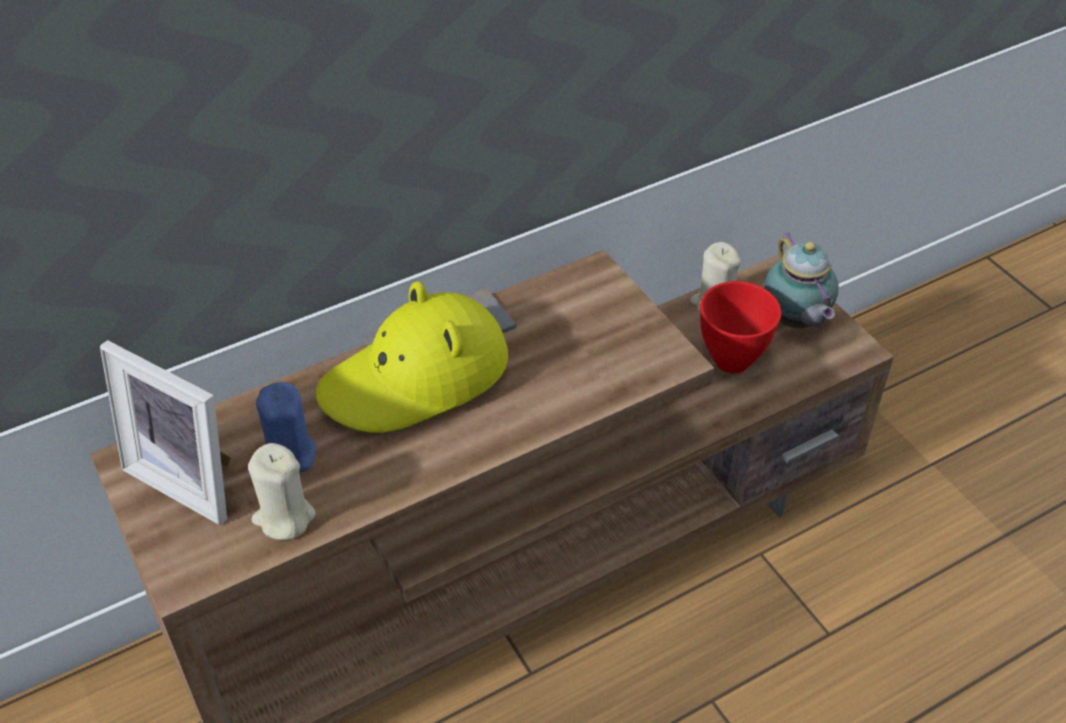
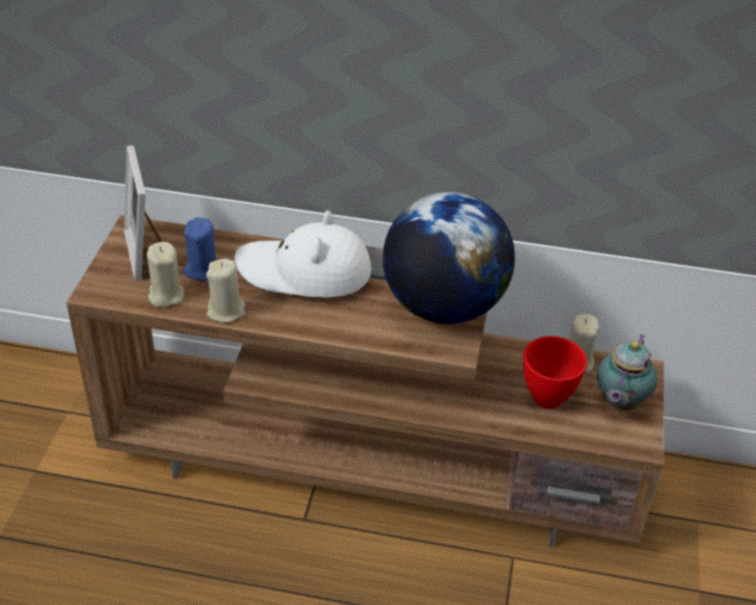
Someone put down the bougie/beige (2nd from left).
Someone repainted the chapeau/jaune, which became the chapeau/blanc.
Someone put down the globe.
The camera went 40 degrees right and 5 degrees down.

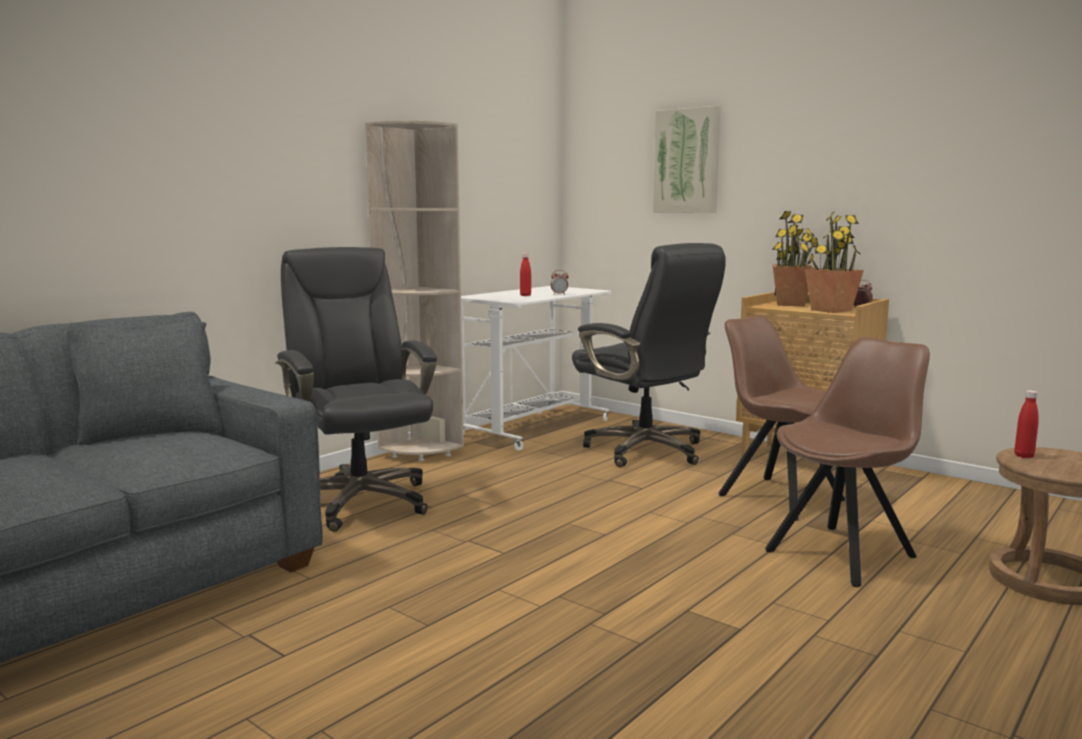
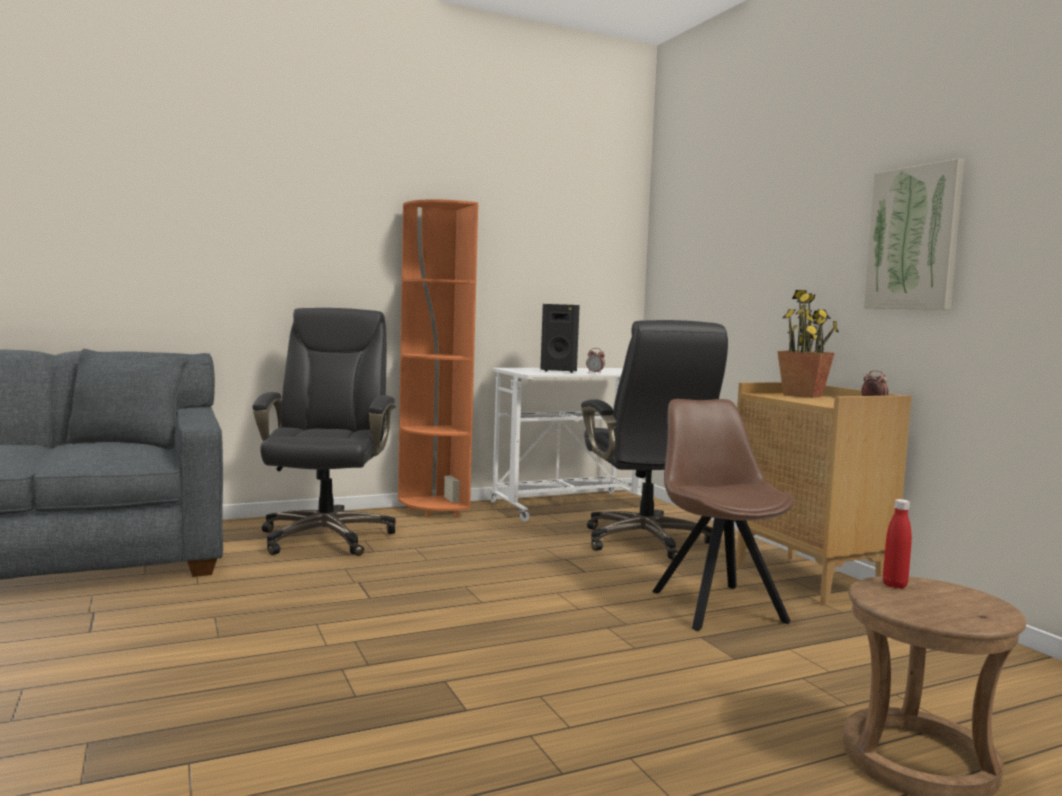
Someone repainted the bibliothèque/beige, which became the bibliothèque/orange.
Someone swapped the bouteille/rouge (1st from left) for the enceinte/noir.
Someone carried the tableau.
Someone took away the chaise/marron (2nd from left).
Someone took away the plante en pot (2nd from left).
The camera went 25 degrees right and 5 degrees down.

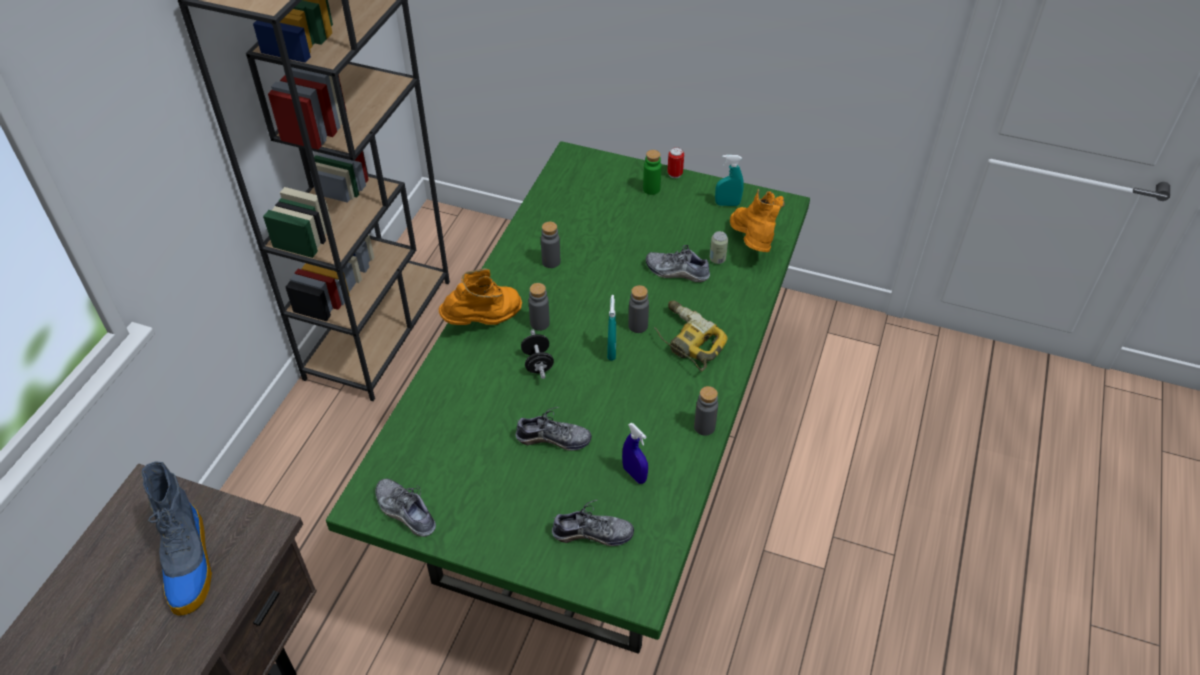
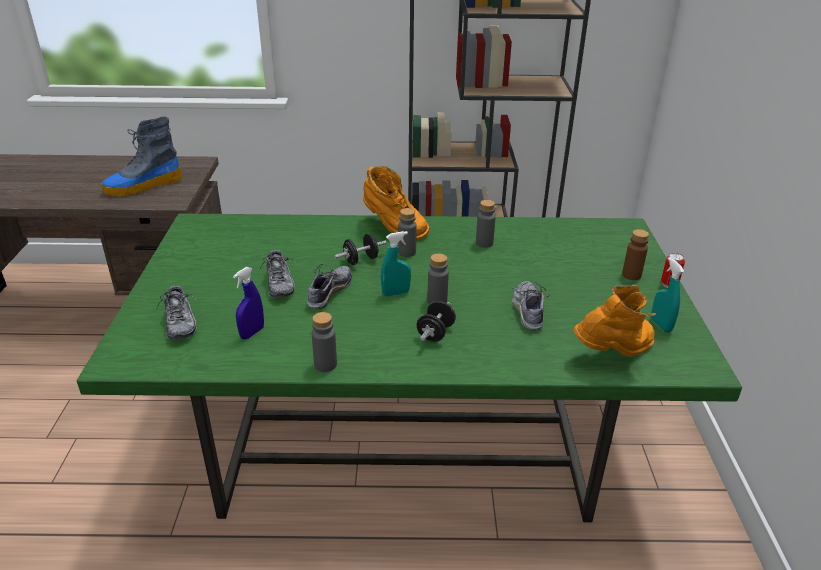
Someone carried the chaussure (1st from left in the first image).
Someone swapped the perceuse for the haltère/noir (2nd from left).
Someone repainted the bouteille/vert, which became the bouteille/marron.
Someone took away the boîte métallique (2nd from left).
The camera went 70 degrees right and 15 degrees down.

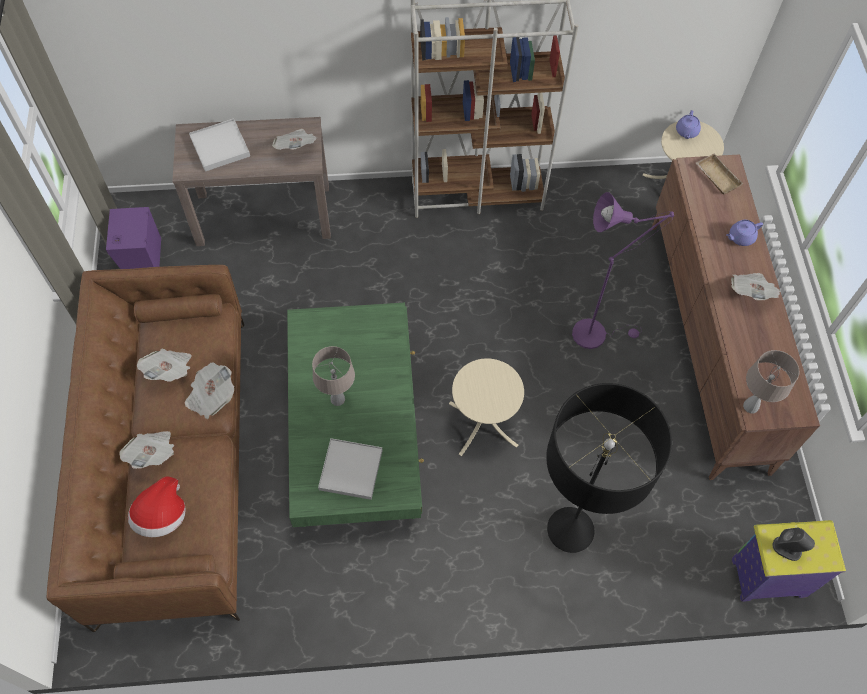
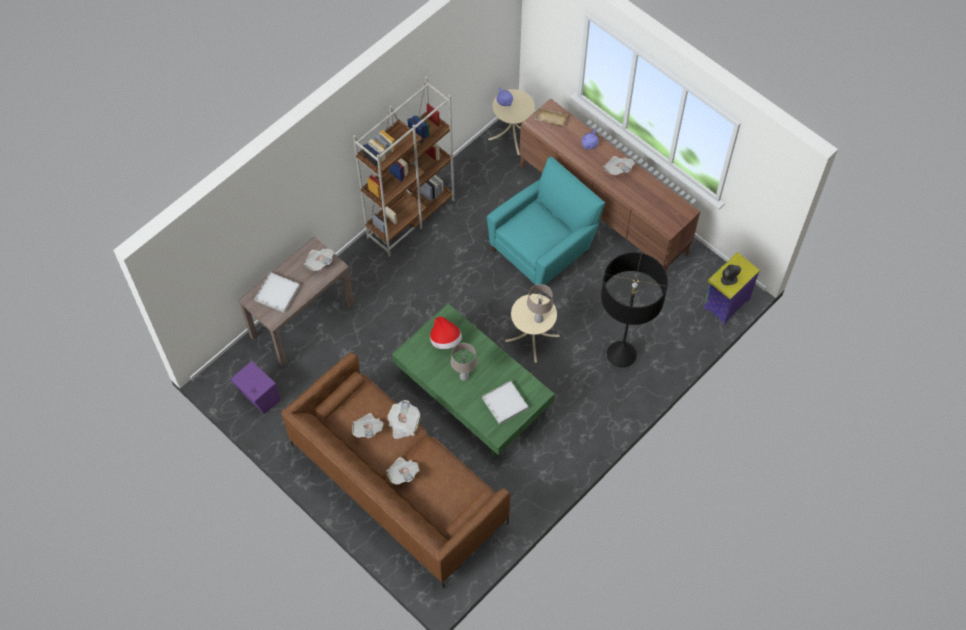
Someone carried the chapeau.
Someone swapped the lampadaire/violet for the fauteuil/turquoise.
Someone carried the lampe de table/beige (2nd from left).
The camera went 40 degrees left and 0 degrees up.

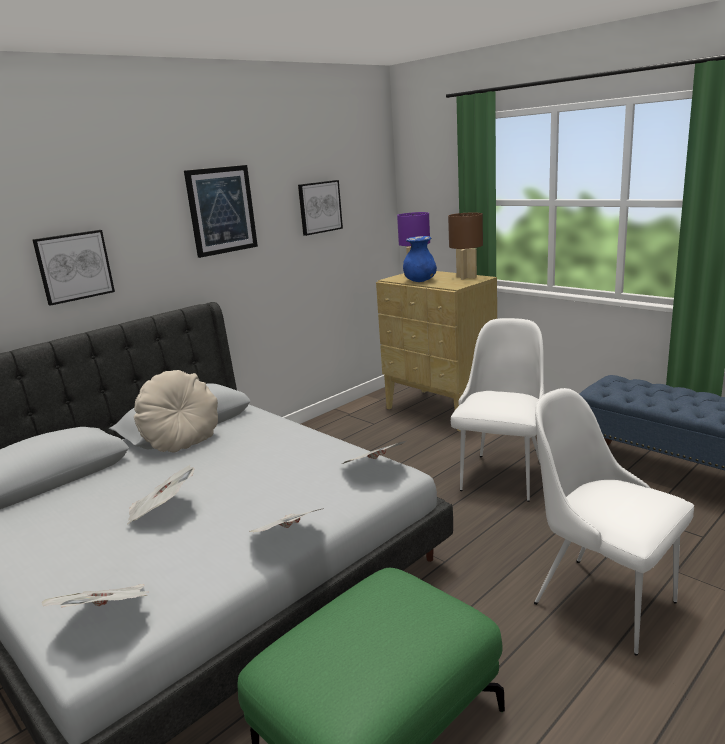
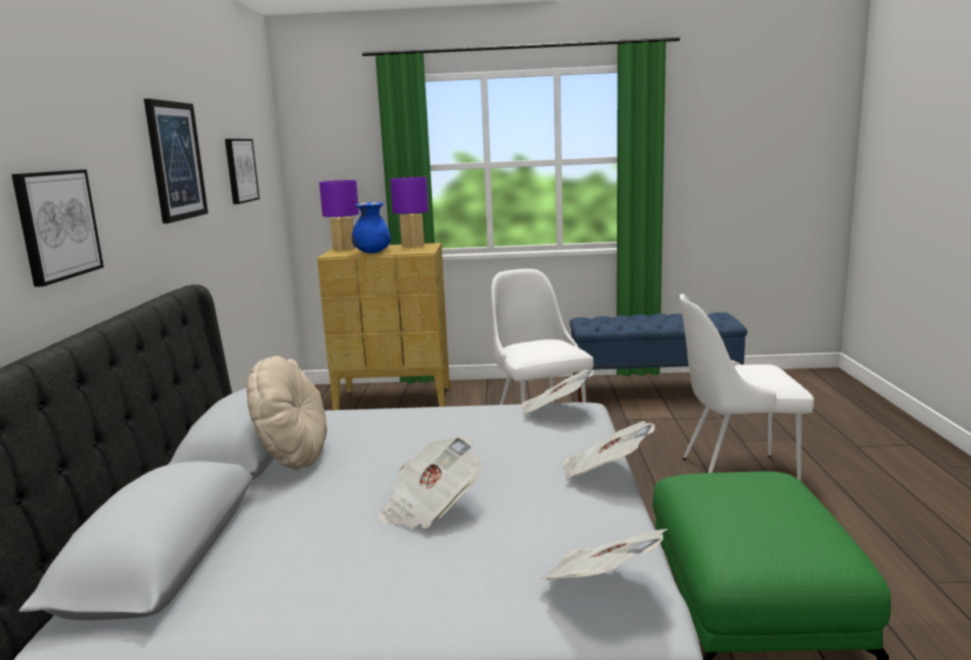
Someone repainted the lampe de table/marron, which became the lampe de table/violet (2nd from left).
The camera went 45 degrees left and 5 degrees down.

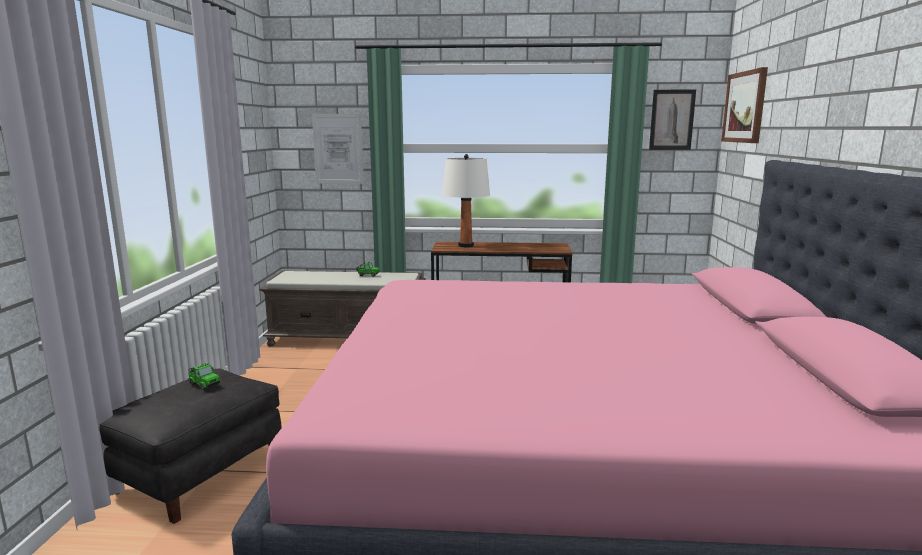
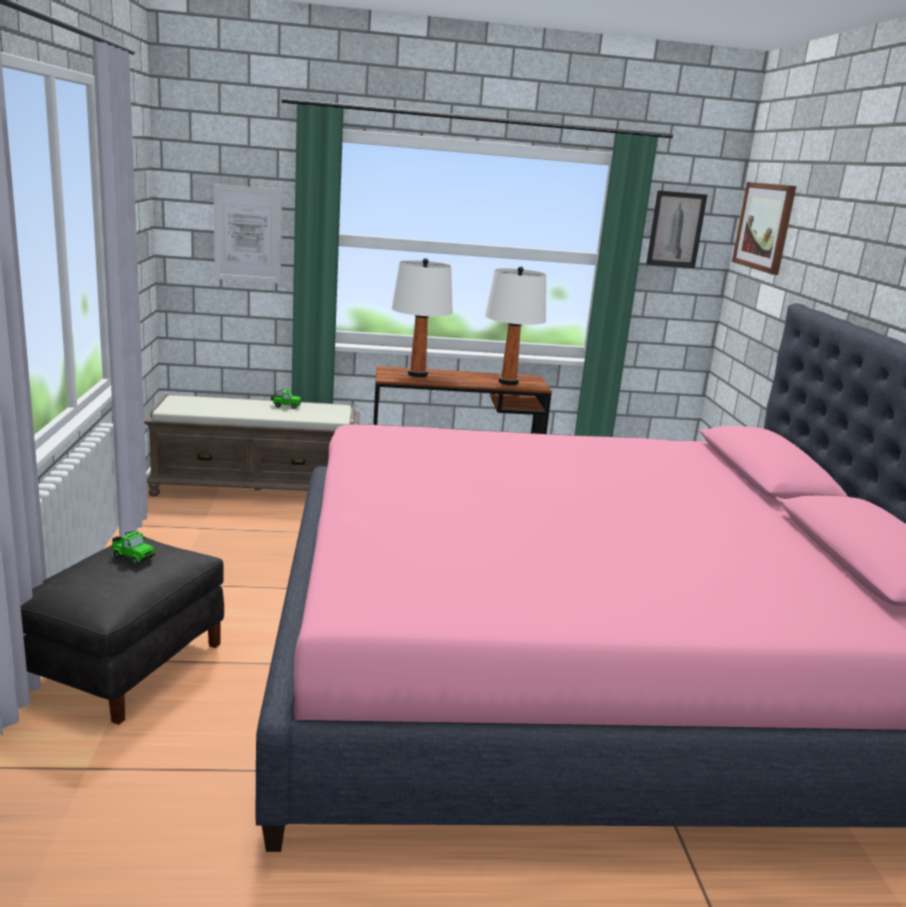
Someone put down the lampe de table/blanc (2nd from left).
The camera went 10 degrees left and 5 degrees up.

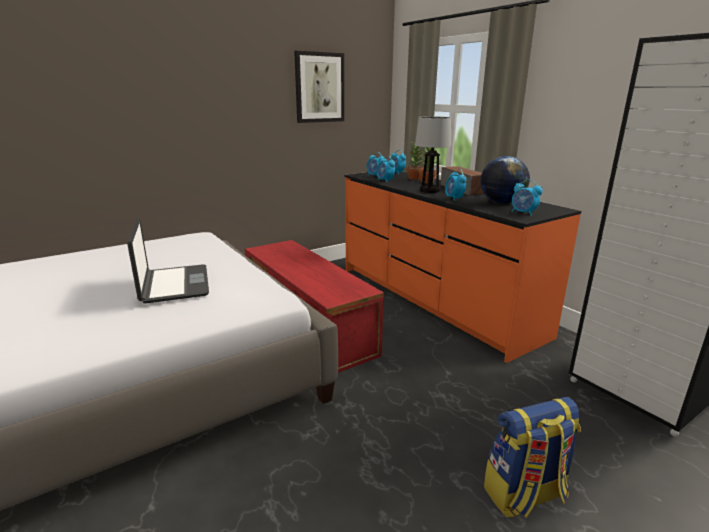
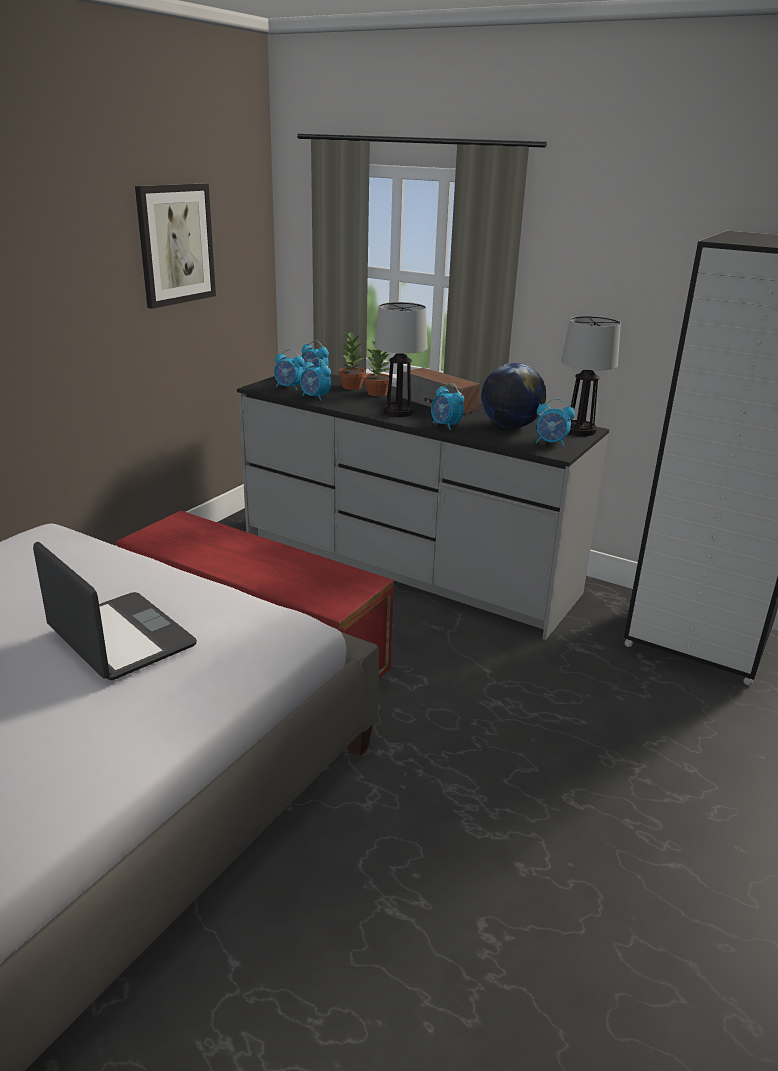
Someone repainted the commode/orange, which became the commode/gris.
Someone put down the lampe de table (2nd from left).
Someone took away the sac à dos.
The camera went 25 degrees left and 5 degrees up.

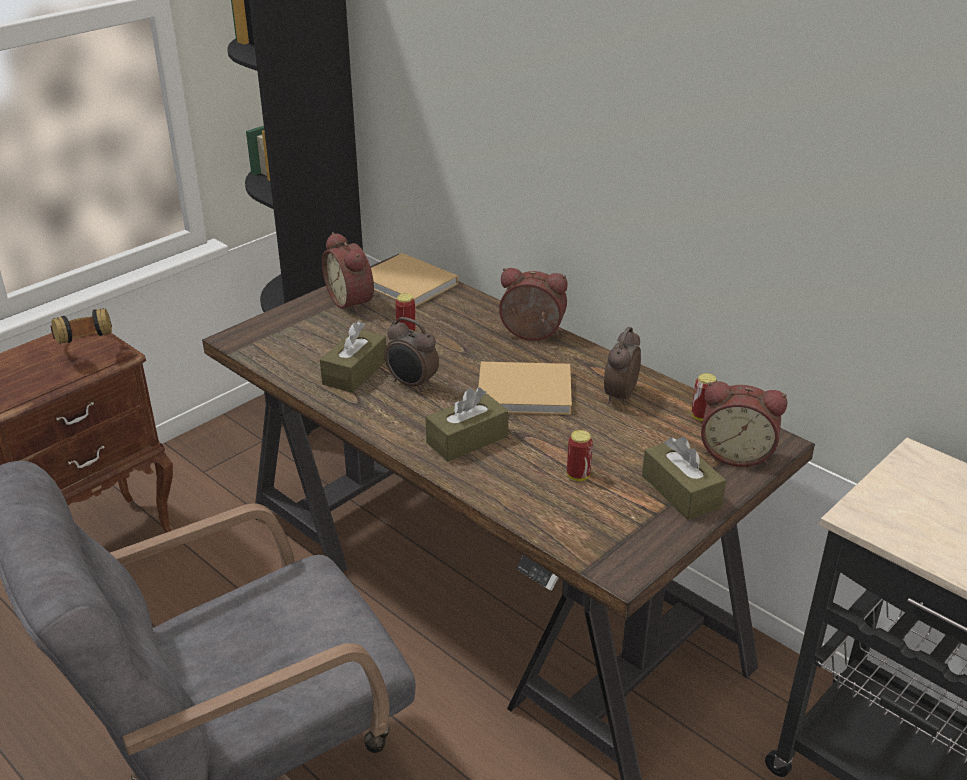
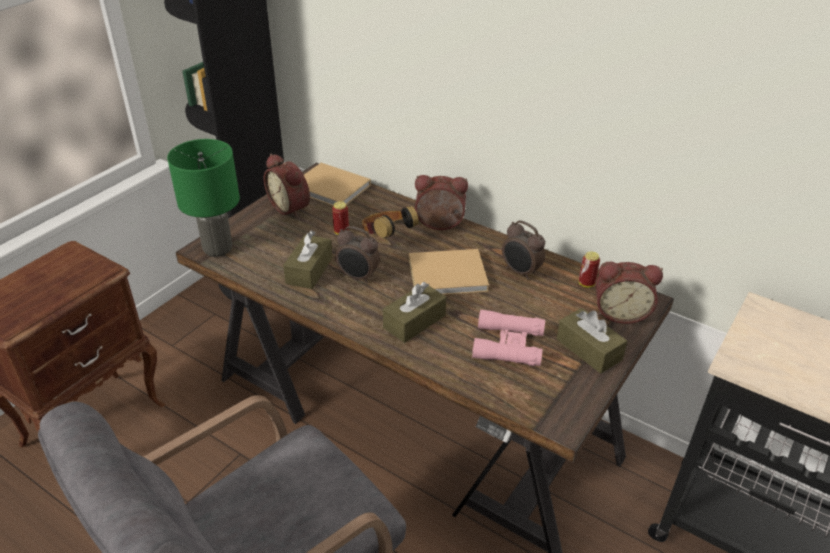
Someone put down the lampe de table/vert.
Someone carried the casque audio.
Someone swapped the boîte métallique (2nd from left) for the jumelles/rose.
Someone rotated the réveil (4th from left) by 60 degrees counterclockwise.
The camera went 10 degrees left and 5 degrees up.

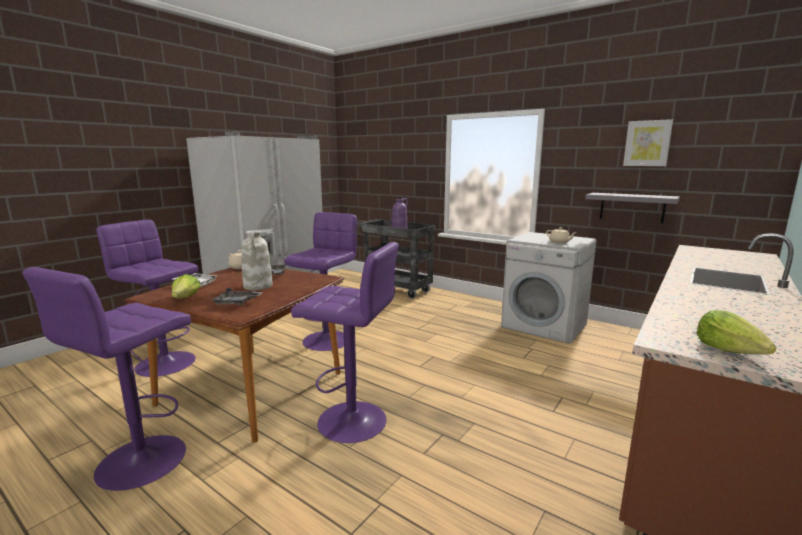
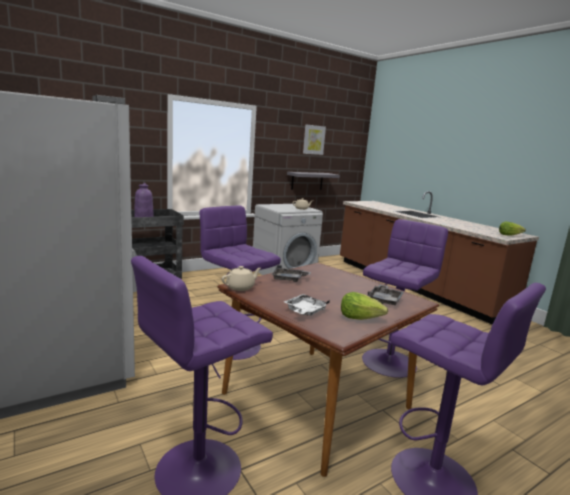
Someone took away the vase/blanc.
The camera went 70 degrees left and 0 degrees up.

